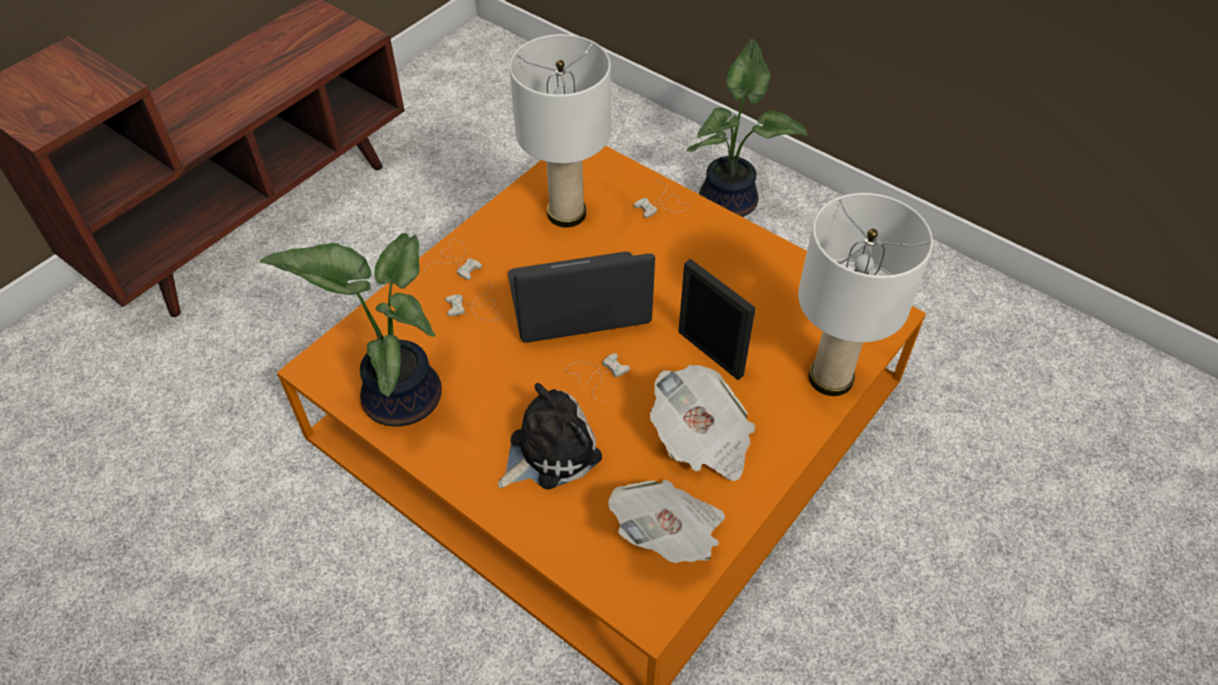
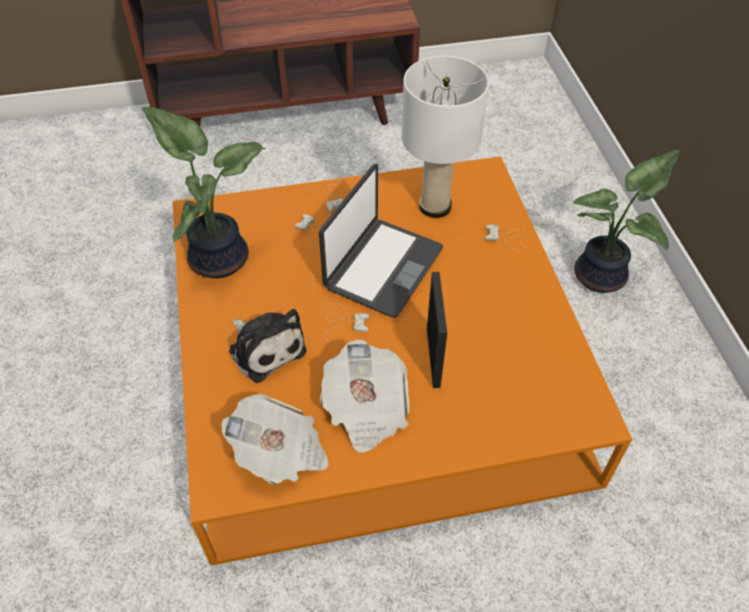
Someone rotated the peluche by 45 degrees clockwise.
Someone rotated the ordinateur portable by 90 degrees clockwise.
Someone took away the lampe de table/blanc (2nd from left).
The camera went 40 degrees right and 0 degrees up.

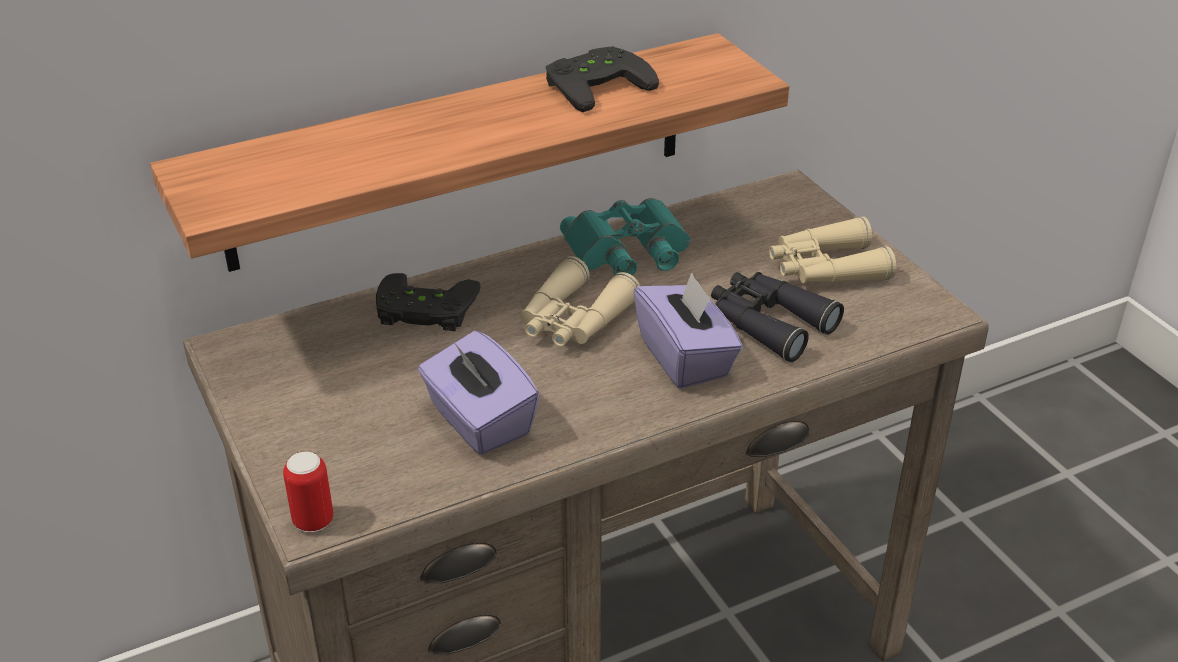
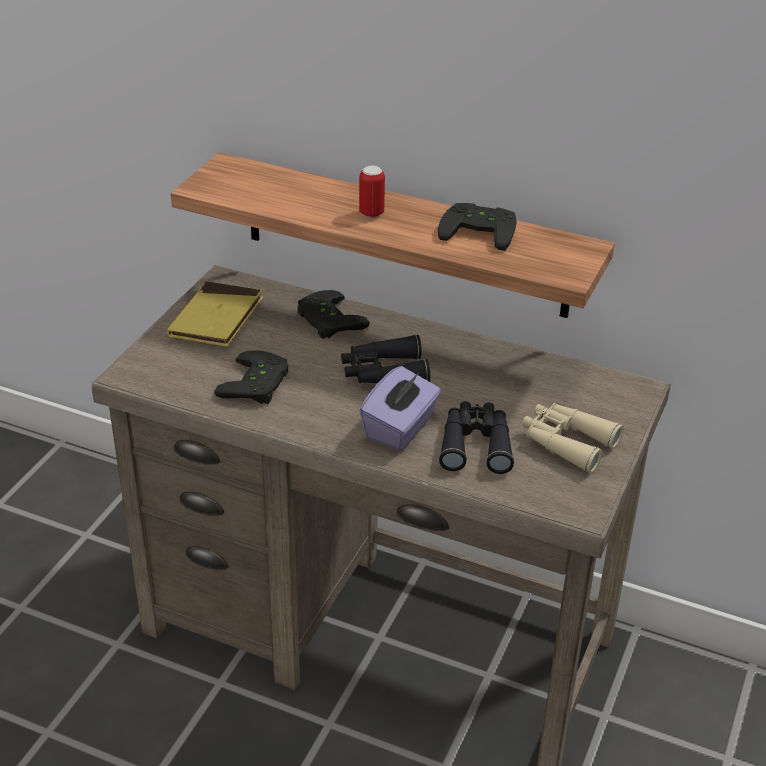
Someone put down the livre/jaune.
Someone swapped the boîte à mouchoirs/violet (1st from left) for the manette/noir (1st from left).
Someone repainted the jumelles/beige (1st from left), which became the jumelles/noir (1st from left).
Someone carried the boîte métallique.
Someone took away the jumelles/turquoise.
The camera went 50 degrees right and 0 degrees up.

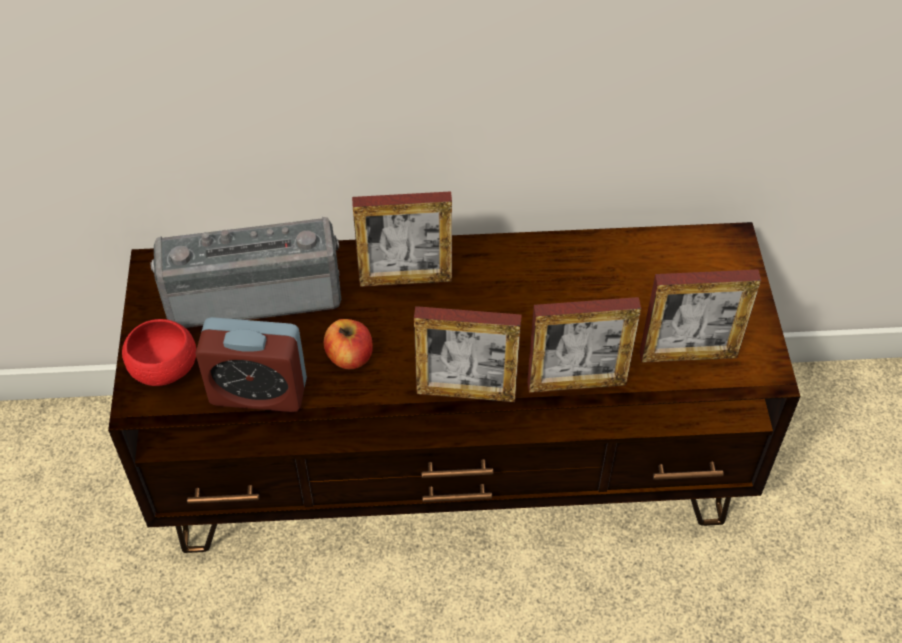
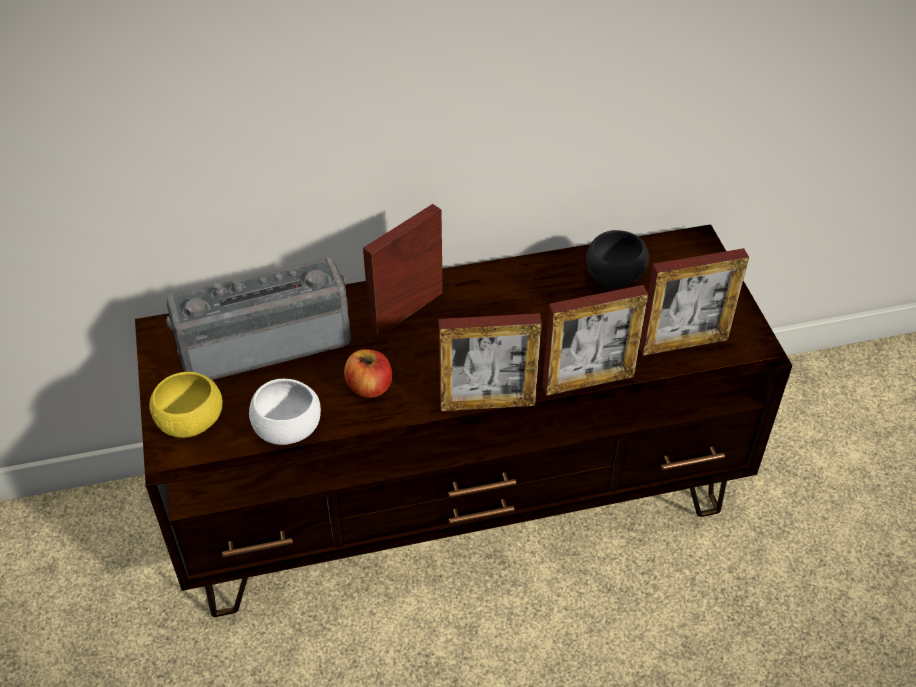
Someone repainted the bol/rouge, which became the bol/jaune.
Someone swapped the réveil for the bol/blanc.
Someone rotated the cadre photo (1st from left) by 150 degrees clockwise.
Someone put down the bol/noir.
The camera went 10 degrees left and 5 degrees down.

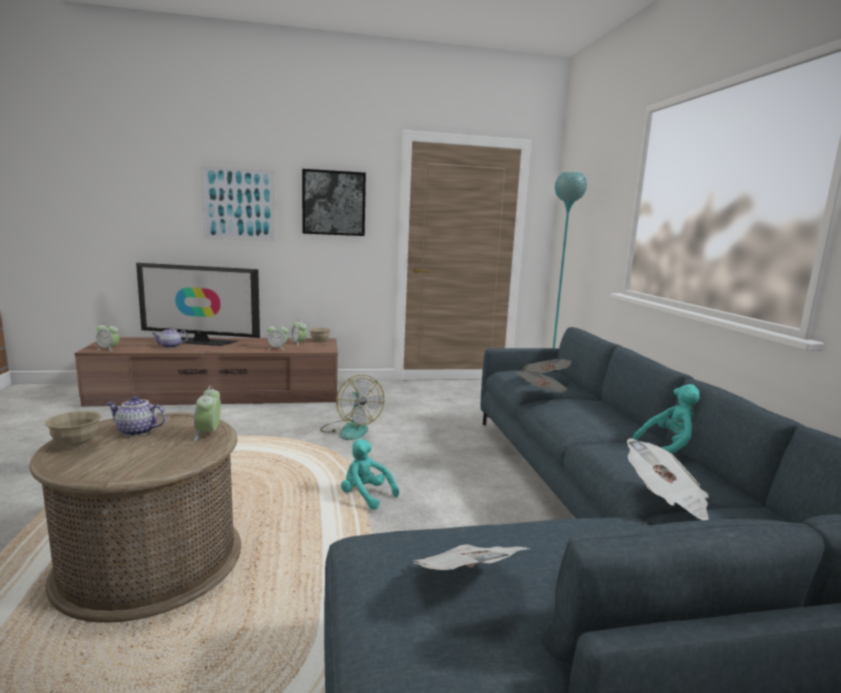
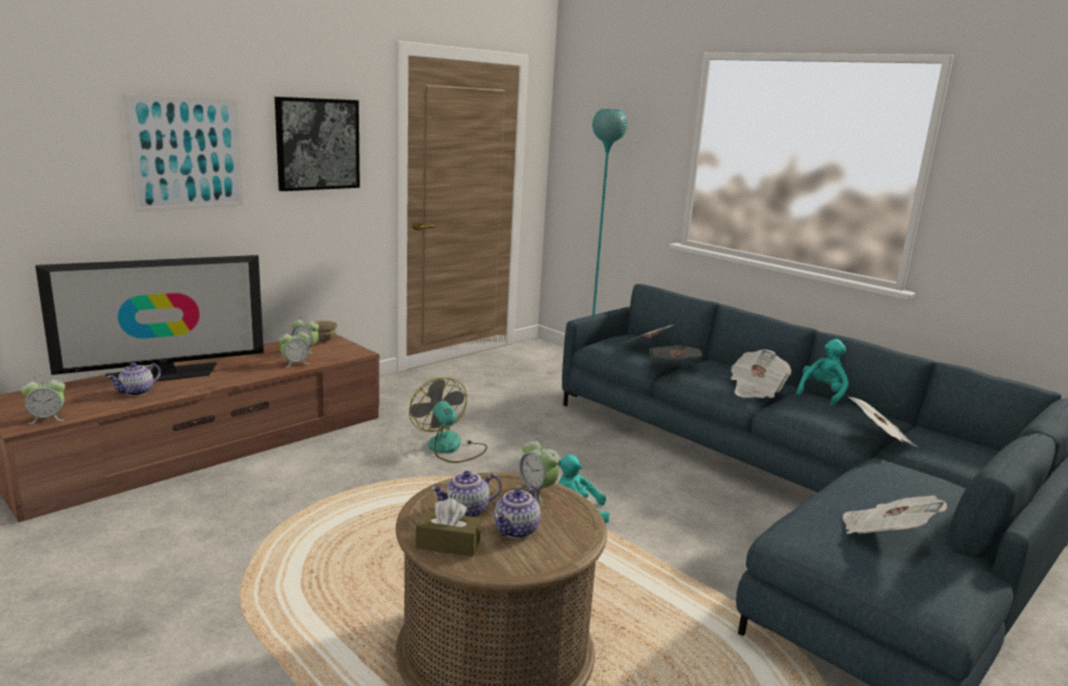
Someone rotated the ventilateur by 150 degrees counterclockwise.
Someone swapped the bol/beige (1st from left) for the boîte à mouchoirs/marron.
Someone put down the théière (3rd from left).
Someone put down the journal (3rd from left).
The camera went 35 degrees left and 5 degrees up.

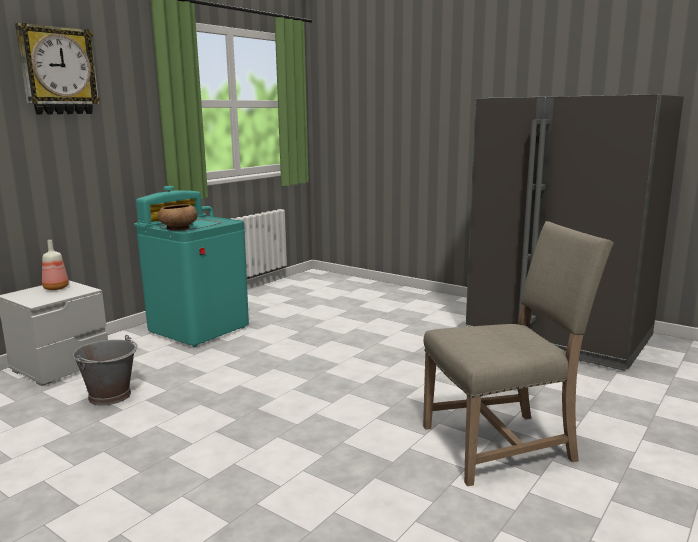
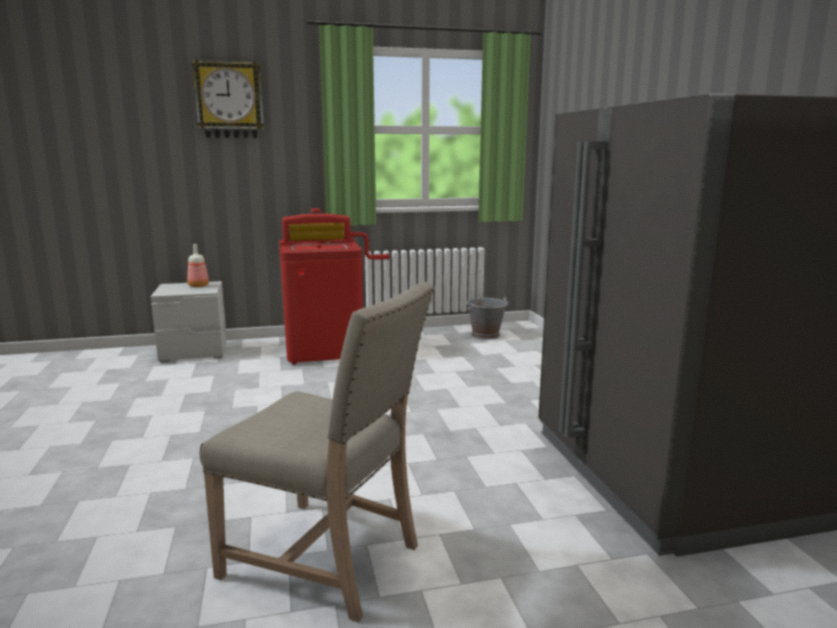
Someone repainted the lave-linge/turquoise, which became the lave-linge/rouge.
Someone carried the seau/gris.
Someone took away the bol/marron.
The camera went 40 degrees right and 0 degrees up.

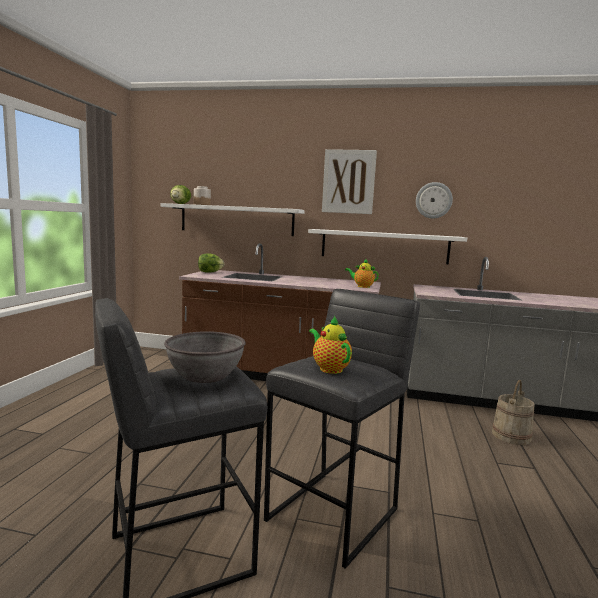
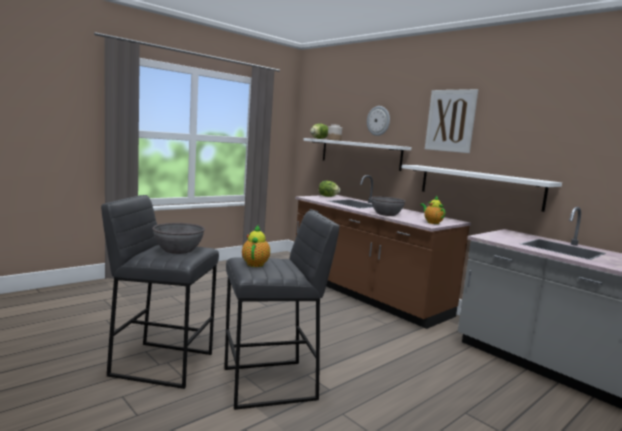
Someone carried the horloge murale.
Someone put down the bol/gris (2nd from left).
Someone took away the seau/beige.
The camera went 35 degrees right and 0 degrees up.

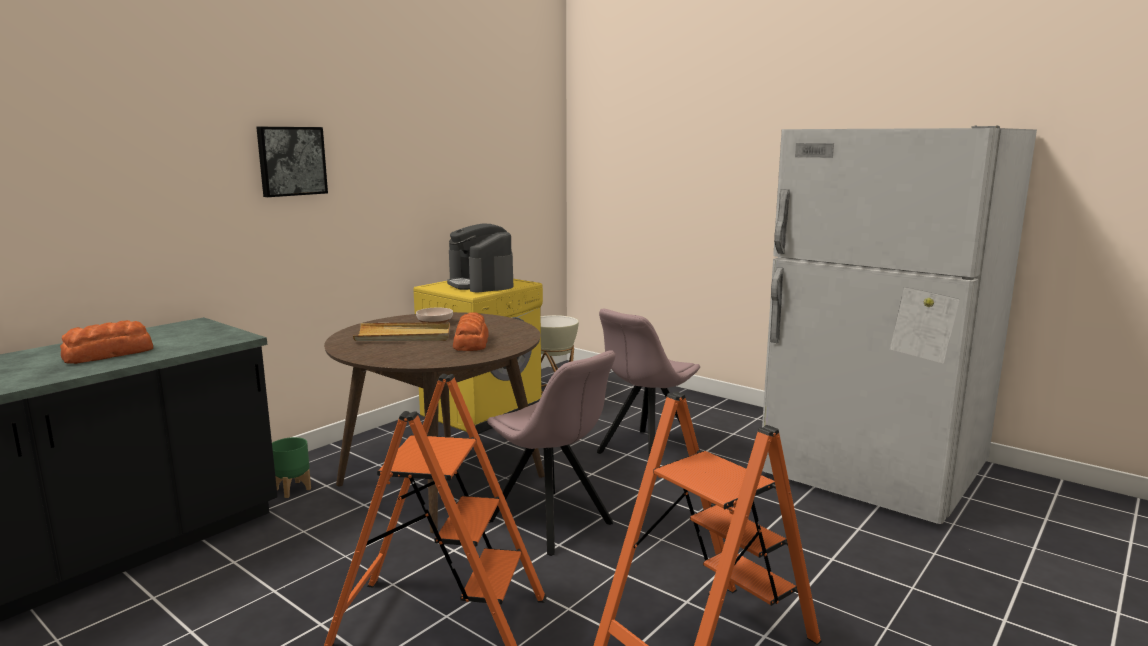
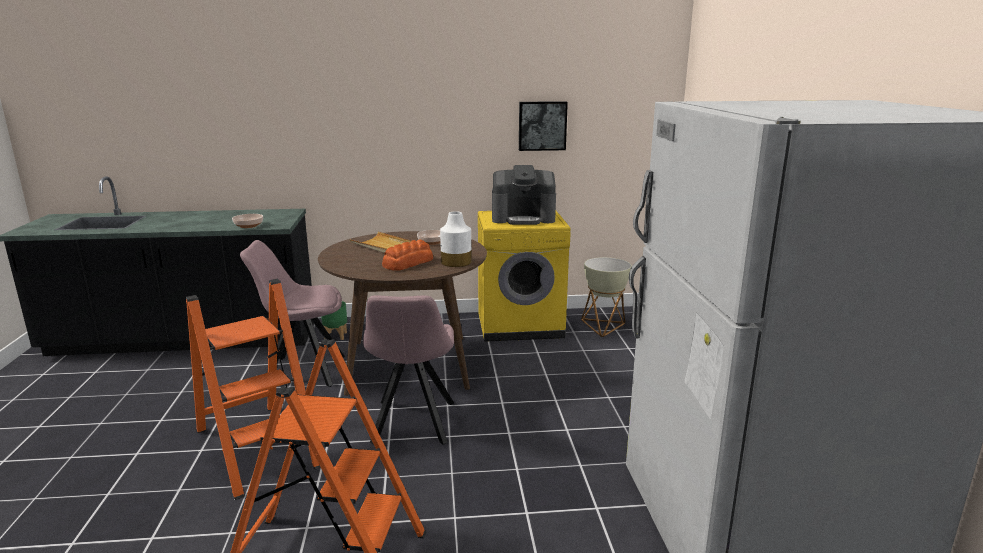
Someone put down the bol (1st from left).
Someone carried the chaise/rose (2nd from left in the first image).
Someone put down the vase/blanc.
Someone rotated the machine à café by 105 degrees counterclockwise.
Someone carried the tableau.
Someone took away the pain (1st from left).
The camera went 45 degrees right and 5 degrees up.

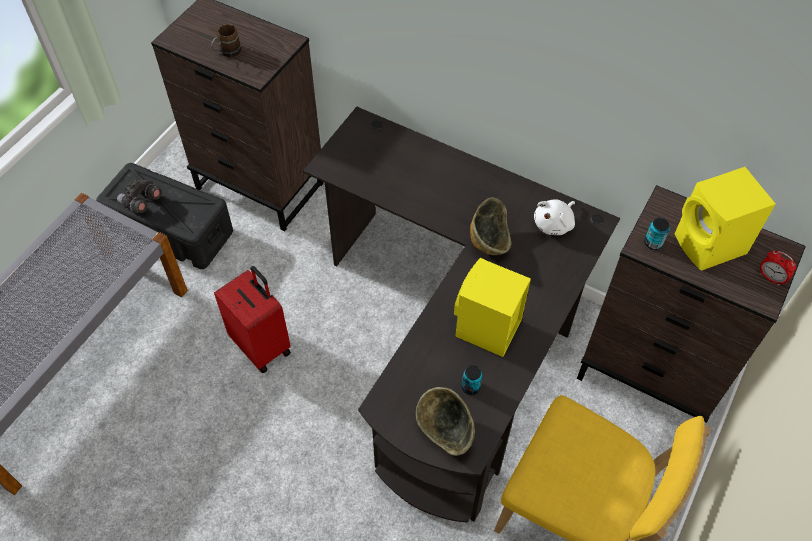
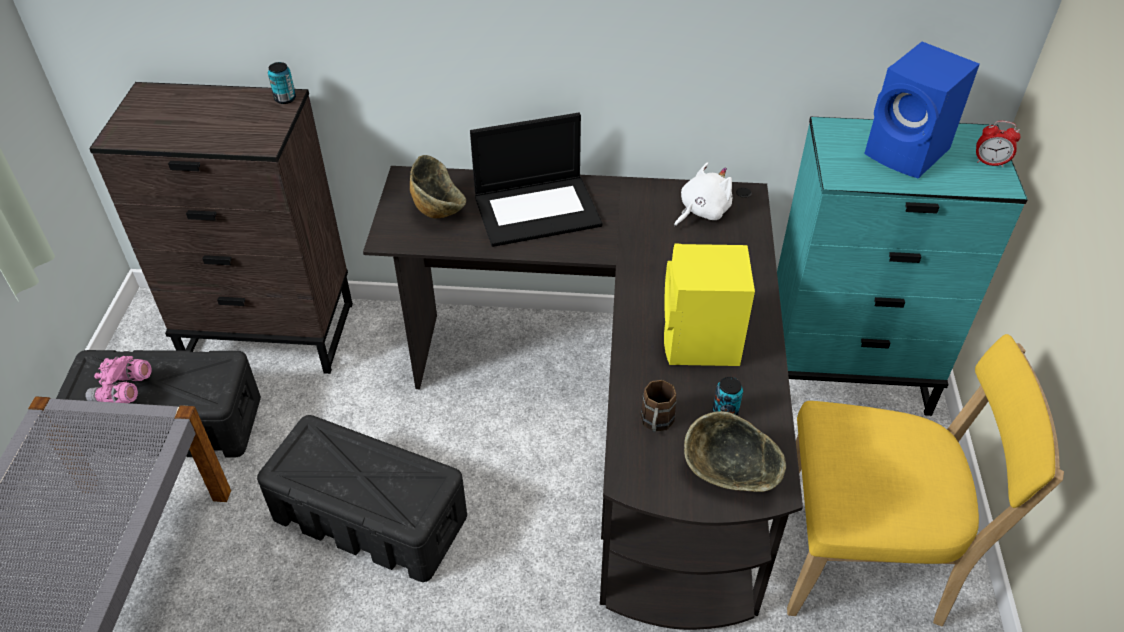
Someone repainted the jumelles/gris, which became the jumelles/rose.
Someone swapped the valise/rouge for the boîte de rangement/noir (2nd from left).
Someone carried the boîte métallique (2nd from left in the first image).
Someone carried the bol (2nd from left in the first image).
Someone put down the ordinateur portable.
Someone carried the mug/marron.
Someone rotated the peluche/blanc by 150 degrees counterclockwise.
Someone repainted the commode/marron (2nd from left), which became the commode/turquoise.
Someone repainted the enceinte/jaune (2nd from left), which became the enceinte/bleu.
The camera went 25 degrees left and 10 degrees down.

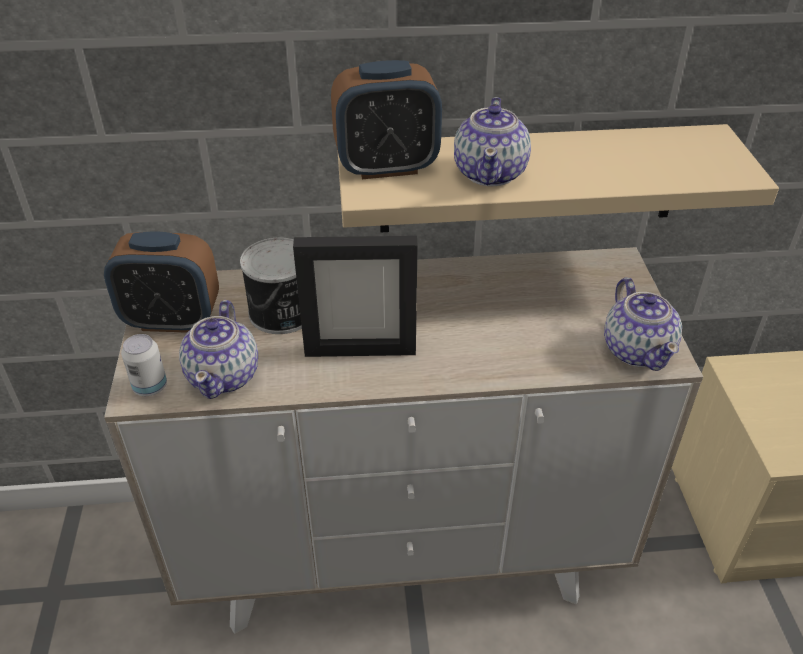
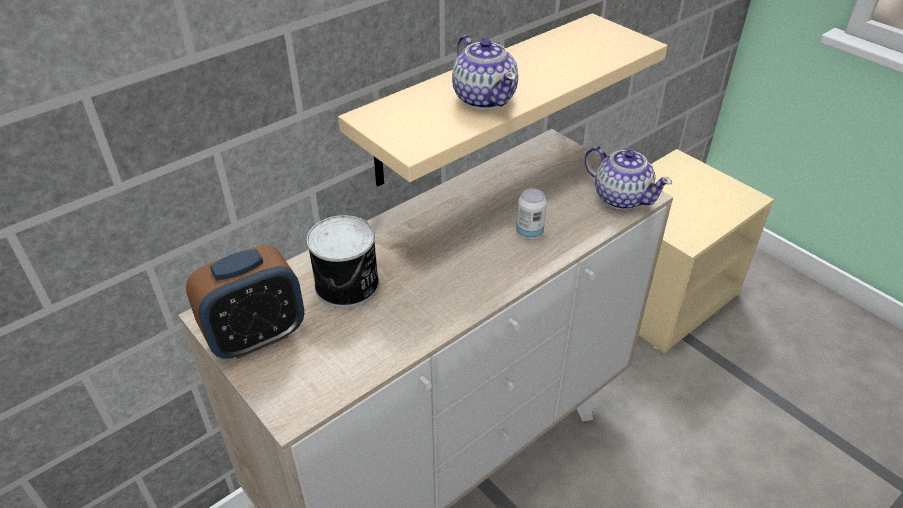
Someone carried the boîte métallique (1st from left in the first image).
Someone took away the théière (1st from left).
Someone took away the cadre photo.
Someone took away the réveil (2nd from left).
The camera went 35 degrees left and 0 degrees up.

